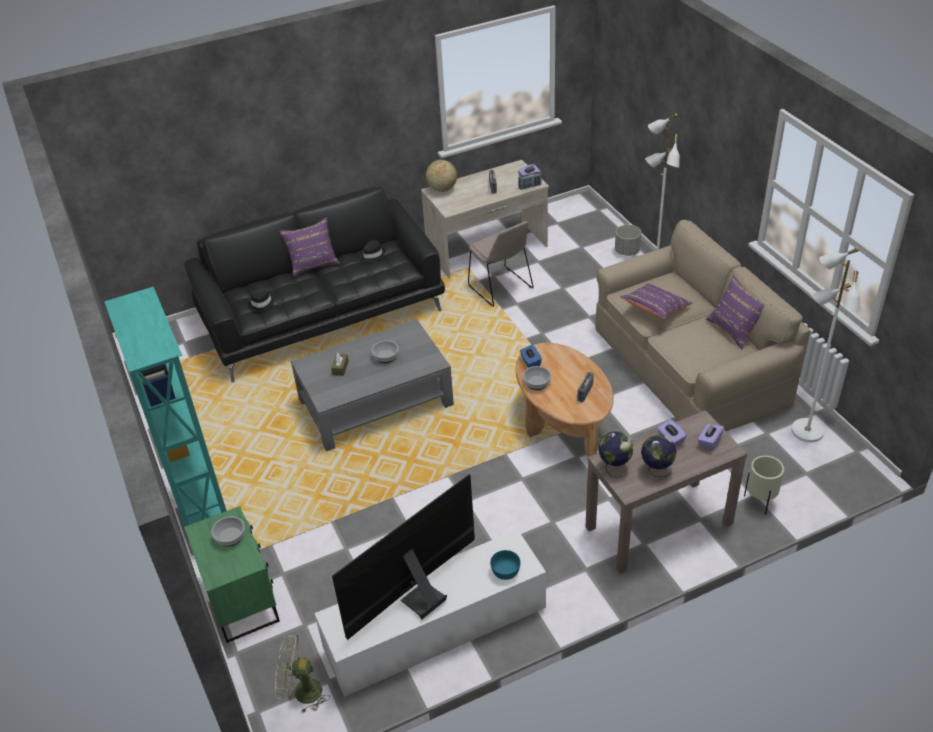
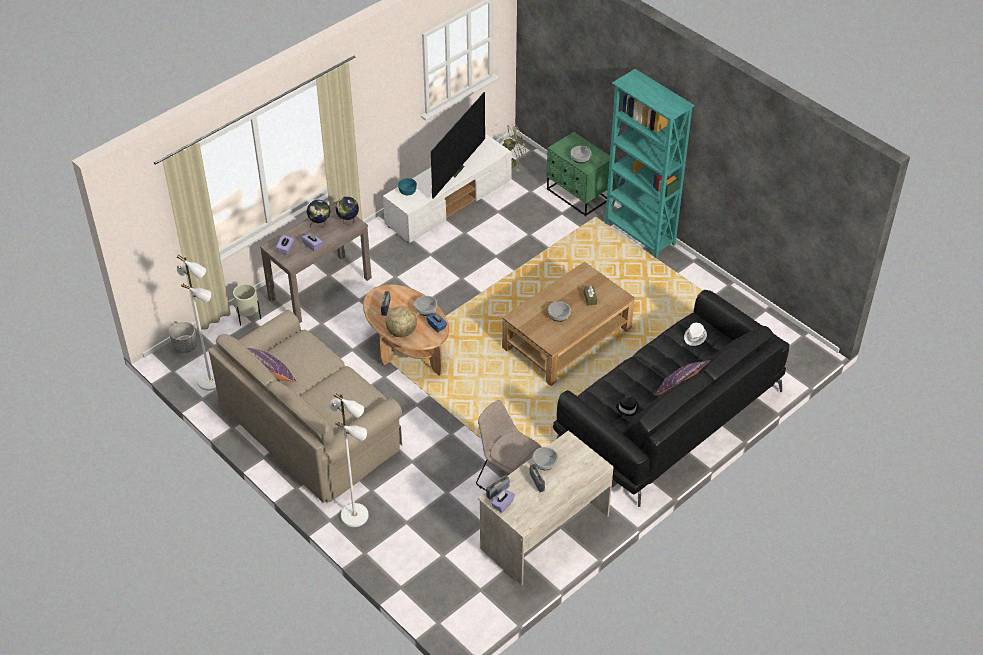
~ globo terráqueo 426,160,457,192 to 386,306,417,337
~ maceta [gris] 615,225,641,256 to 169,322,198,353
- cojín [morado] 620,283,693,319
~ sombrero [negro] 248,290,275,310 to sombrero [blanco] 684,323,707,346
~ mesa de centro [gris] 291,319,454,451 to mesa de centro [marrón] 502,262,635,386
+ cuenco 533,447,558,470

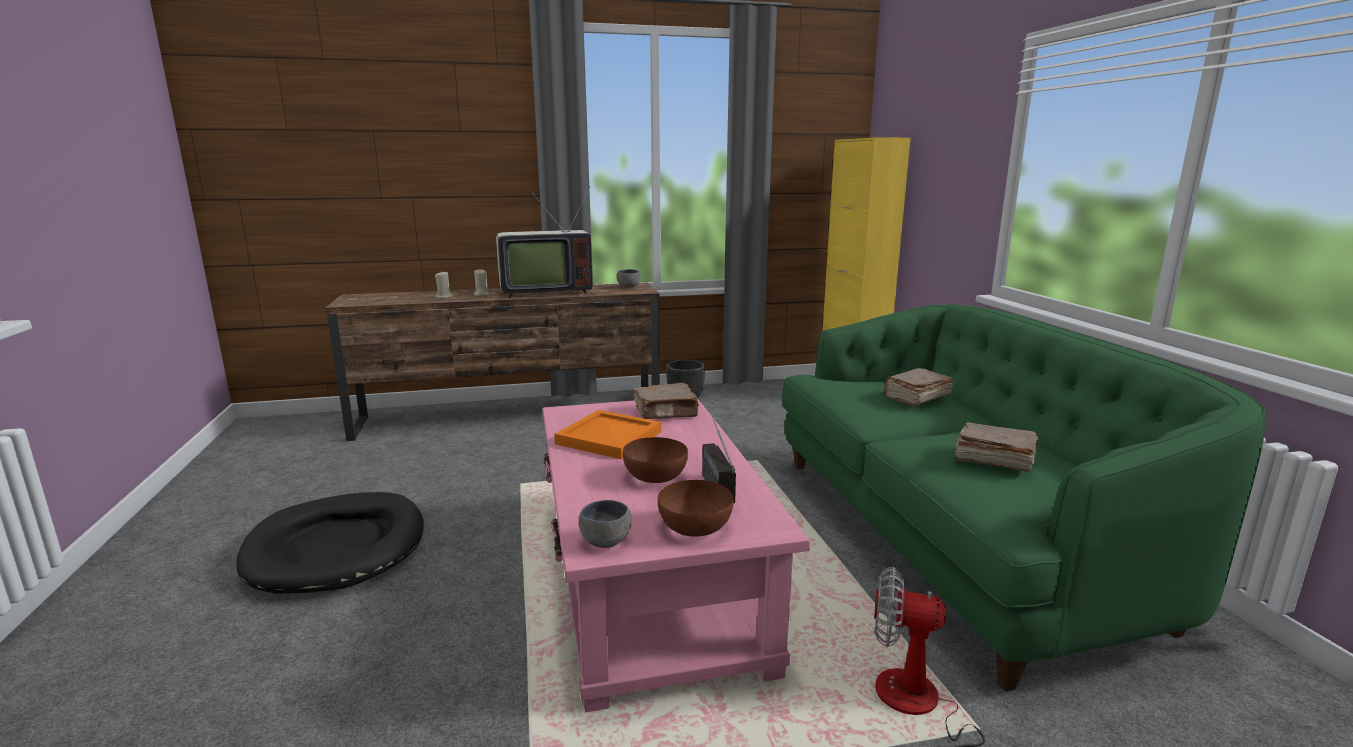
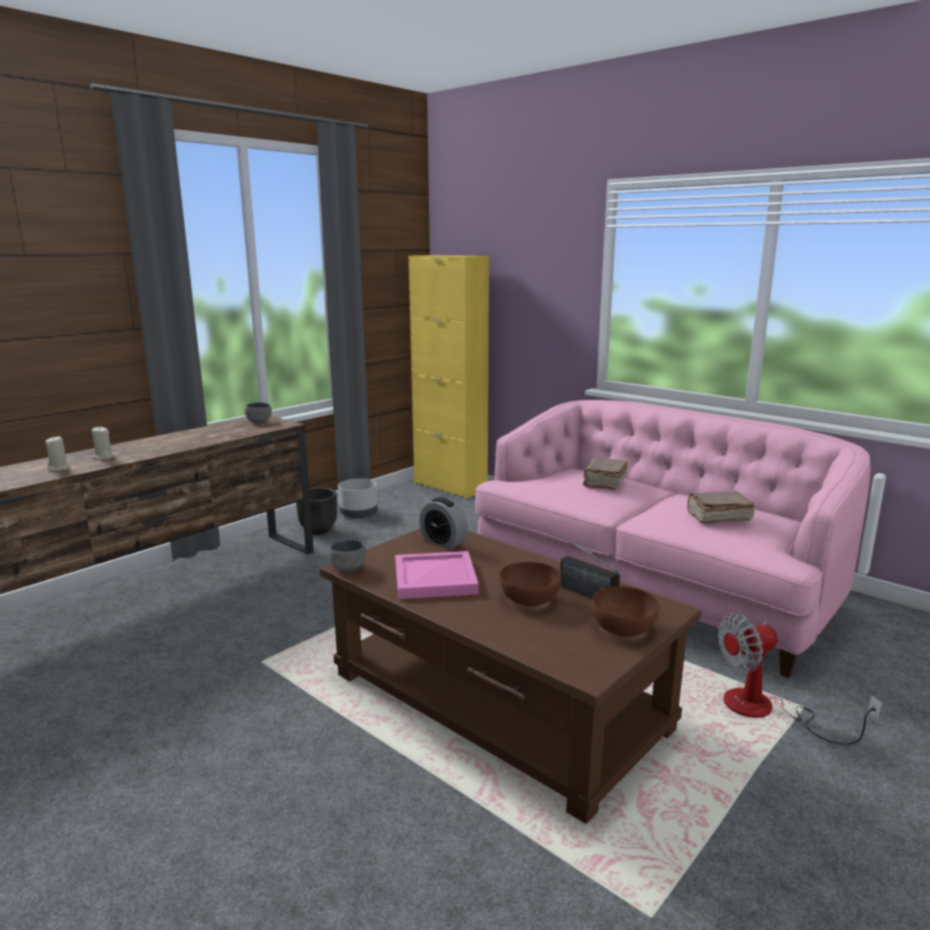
- televisor 496,187,593,298
~ sofá [verde] 782,304,1265,692 to sofá [rosa] 475,400,871,678
~ libro [marrón] 634,383,699,419 to despertador 419,497,468,549
~ mesa de centro [rosa] 543,398,810,712 to mesa de centro [marrón] 320,528,701,824
~ bandeja [naranja] 554,410,661,459 to bandeja [rosa] 395,551,479,599
- cama para perro [negro] 236,492,424,594
~ cuenco [gris] 579,500,632,548 to 329,540,366,572
+ maceta [gris] 338,479,378,518

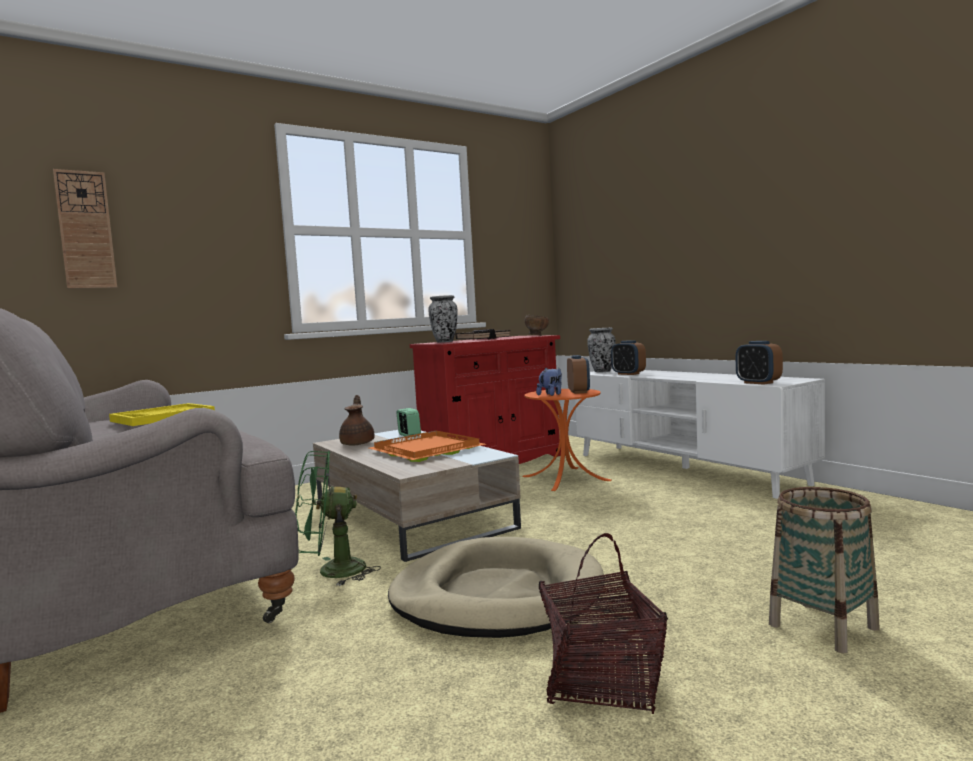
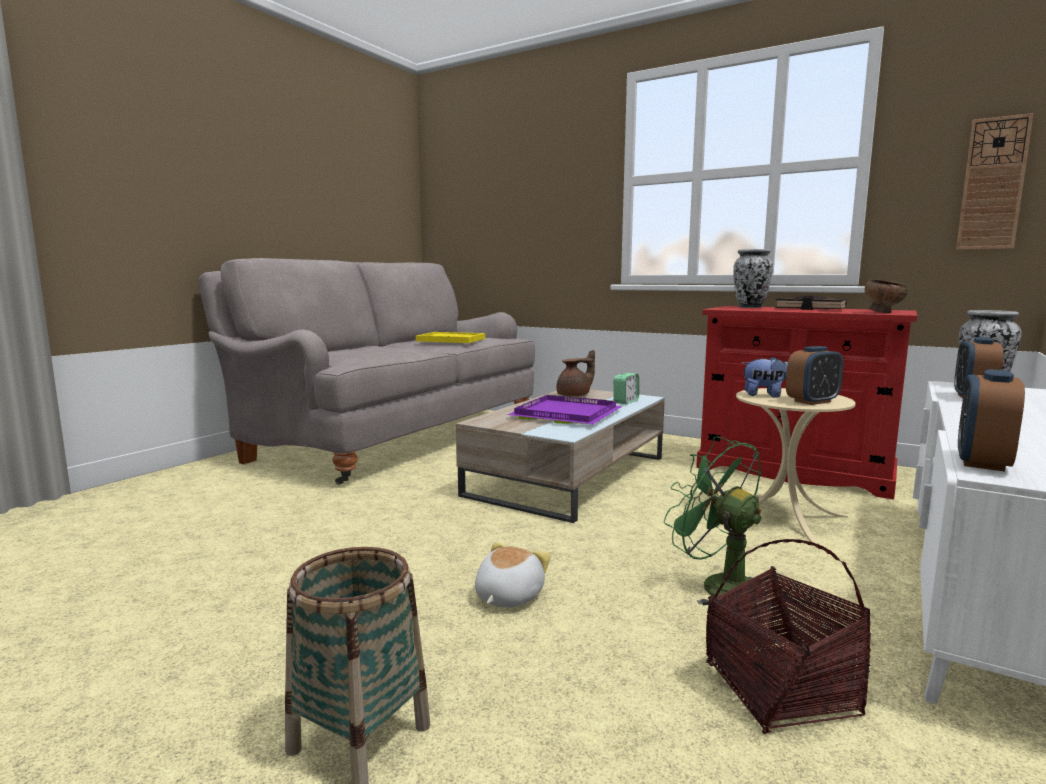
~ reloj de pared 53,169,117,288 to 956,113,1033,250
~ mesa auxiliar [naranja] 522,389,612,491 to mesa auxiliar [beis] 736,388,856,545
~ bandeja [naranja] 369,431,486,462 to bandeja [morado] 507,395,622,424
~ ventilador [verde] 295,451,381,586 to 664,436,767,610
~ cesta 539,533,668,714 to 706,539,871,734
- cama para perro [beis] 388,537,605,638
+ peluche 475,542,551,607

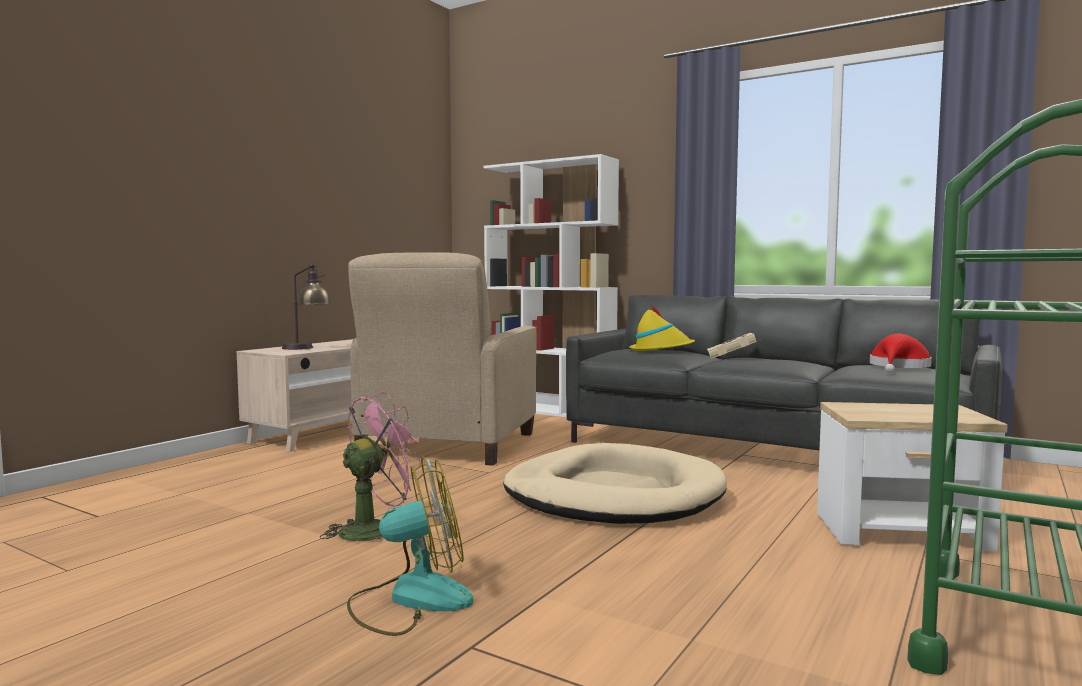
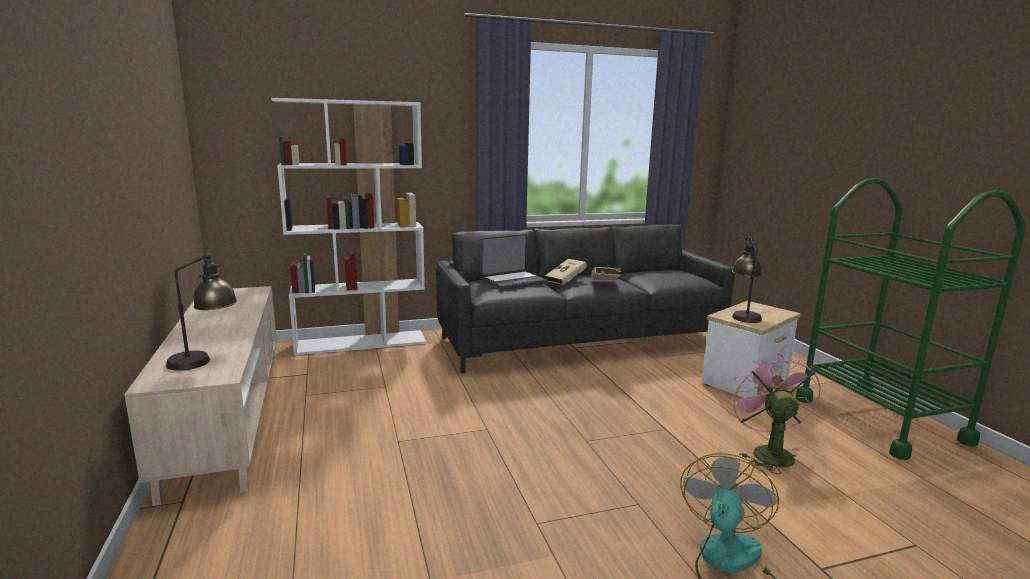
- sillón [beis] 348,252,537,465
~ sombrero [amarillo] 629,305,695,351 to portátil 481,234,547,290
- sombrero [rojo] 870,334,932,373
~ ventilador [rosa] 320,393,427,541 to 729,353,821,474
- cama para perro [beis] 503,443,727,524
+ lámpara de mesa 732,237,762,323
+ libro [beis] 591,267,621,281

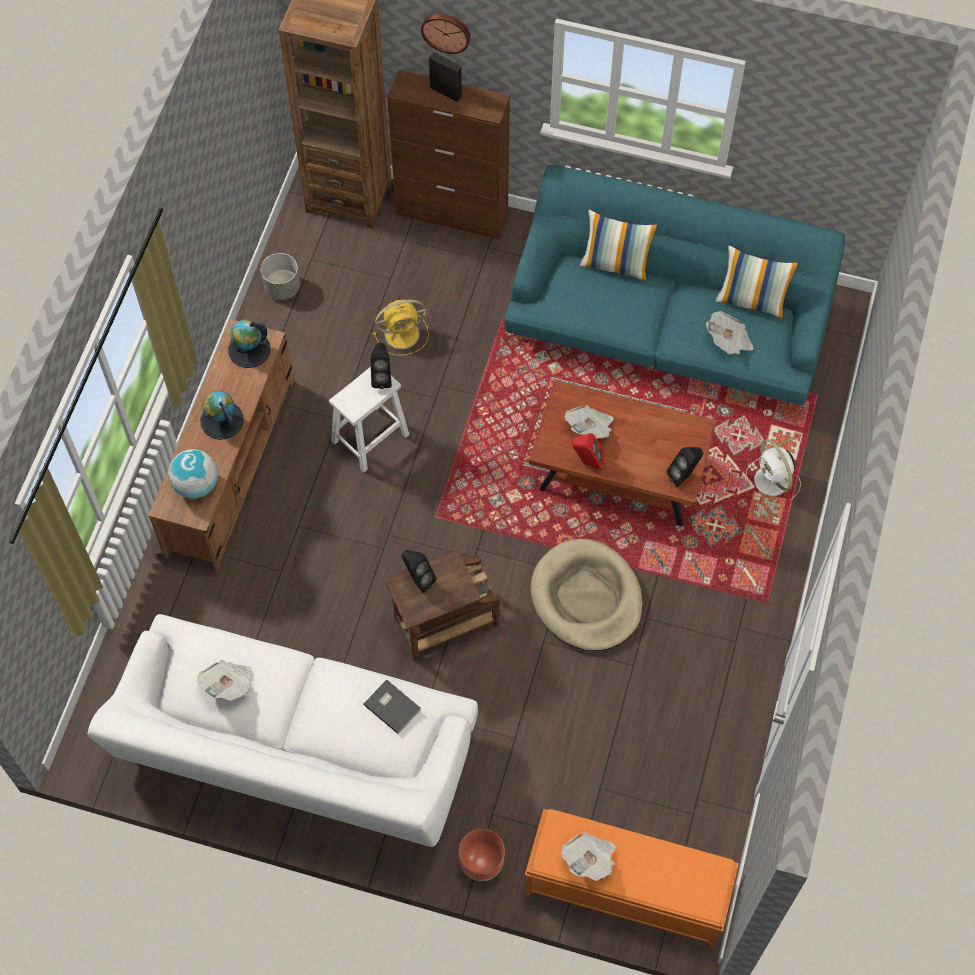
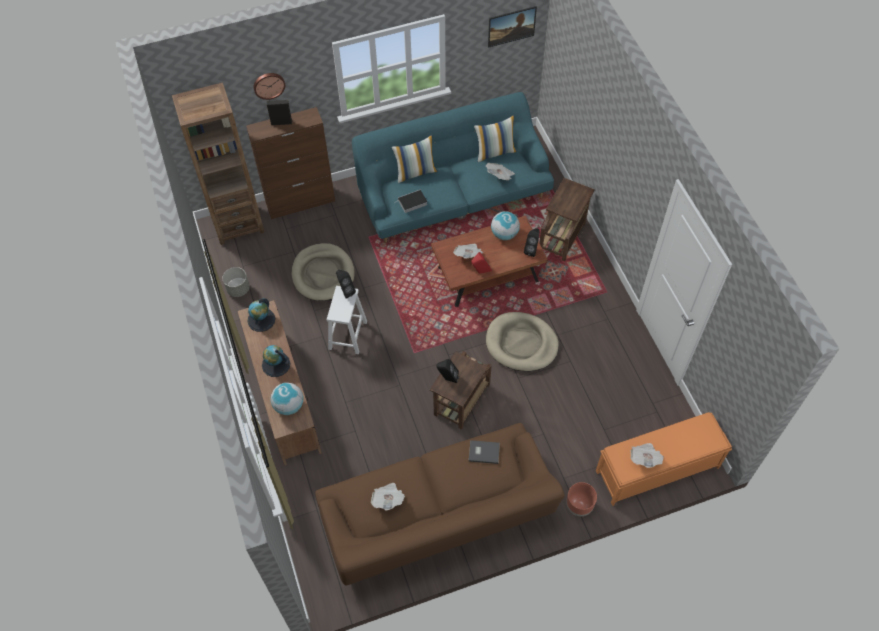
~ ventilador [amarillo] 373,299,429,356 to cama para perro [beis] 292,243,355,301
~ ventilador [blanco] 745,439,801,500 to mesa auxiliar [marrón] 539,178,595,261
~ sofá [blanco] 88,614,478,847 to sofá [marrón] 315,423,565,586
+ cuadro 488,6,537,48
+ libro 394,190,427,213
+ globo terráqueo 491,211,520,240

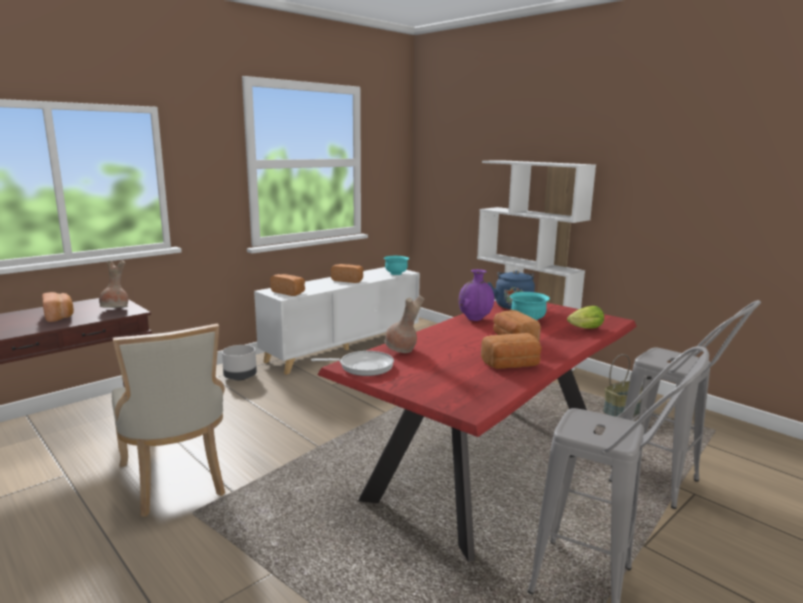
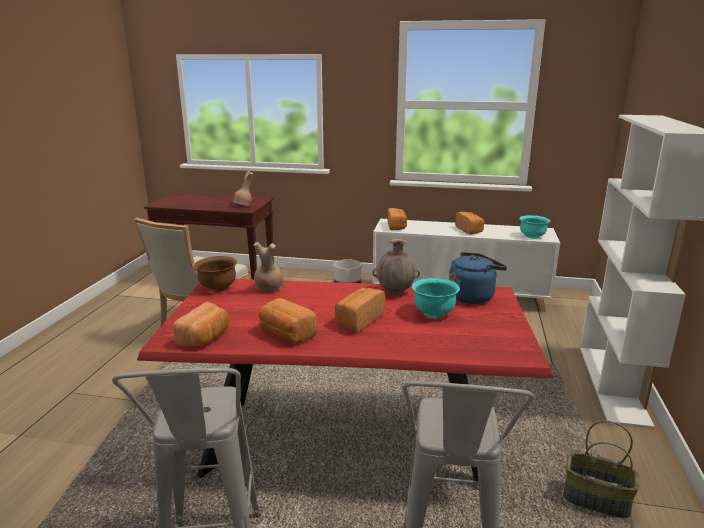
~ florero [morado] 459,269,494,321 to florero [marrón] 372,239,420,295
~ pan 42,292,74,322 to 173,302,229,347
- lechuga 567,306,604,329
~ sartén 311,351,394,376 to cuenco [marrón] 194,256,237,292

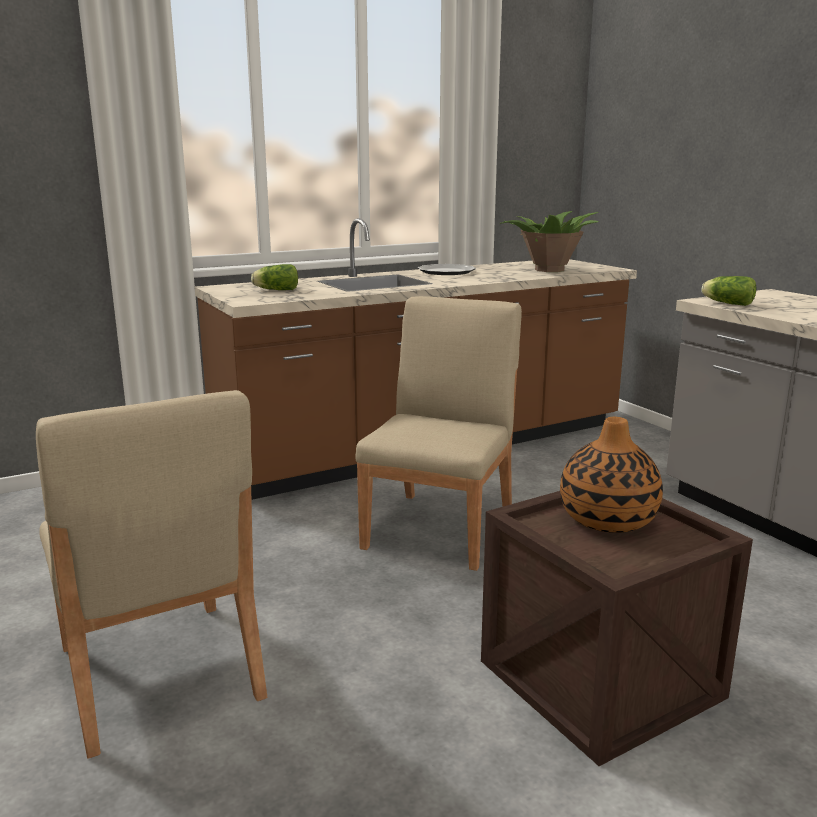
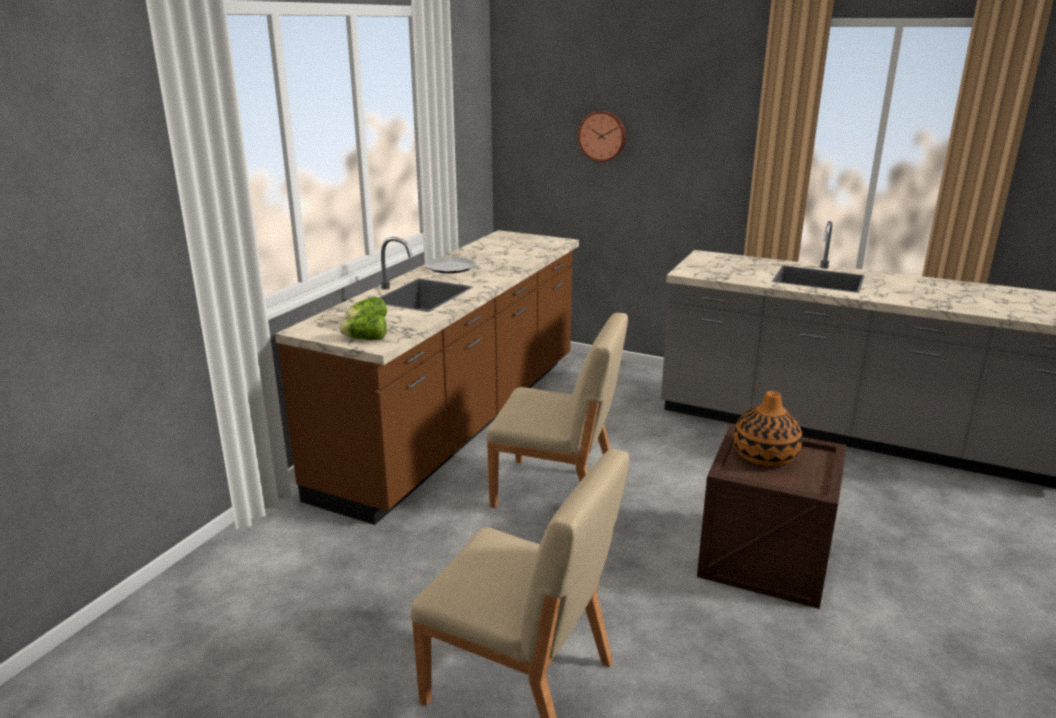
- planta en maceta 499,211,599,272
~ lechuga 701,276,756,306 to 339,314,387,340
~ silla [beis] 355,296,522,571 = 486,313,628,508 120 degrees clockwise
+ reloj de pared 578,111,626,162

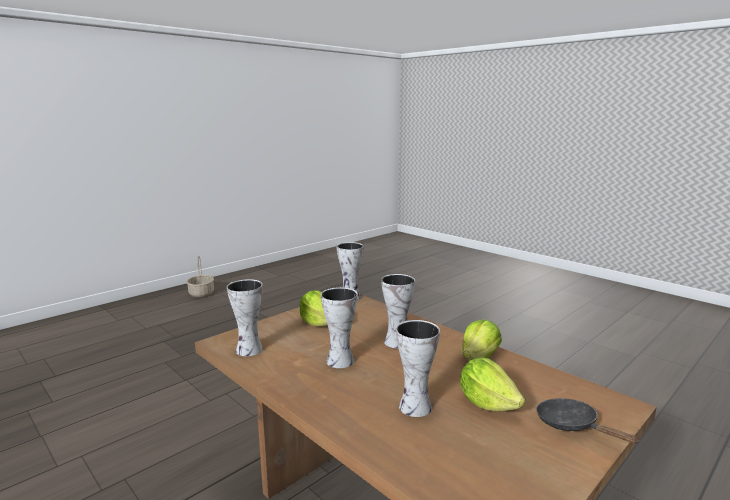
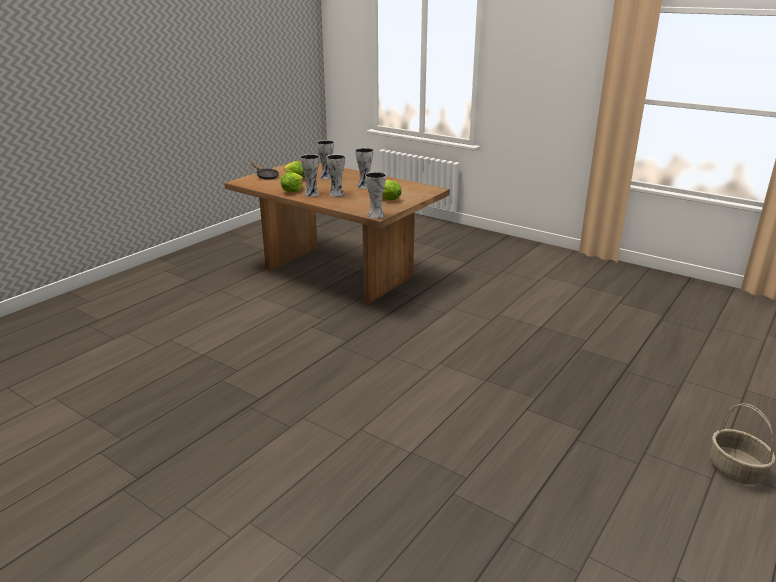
~ florero 227,279,263,356 to 300,154,319,197

